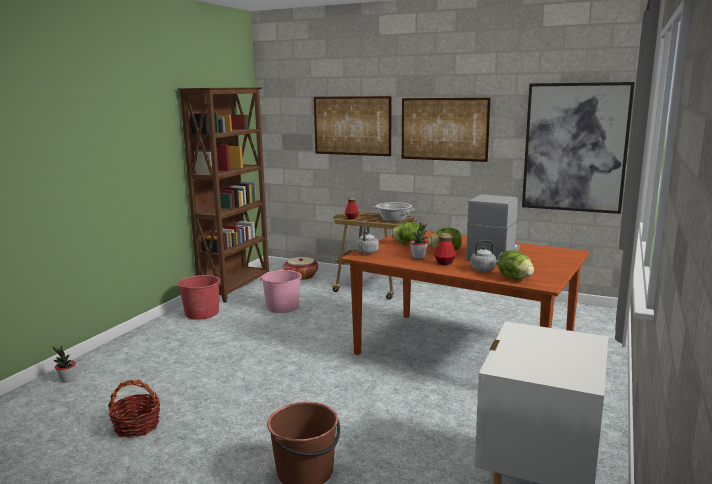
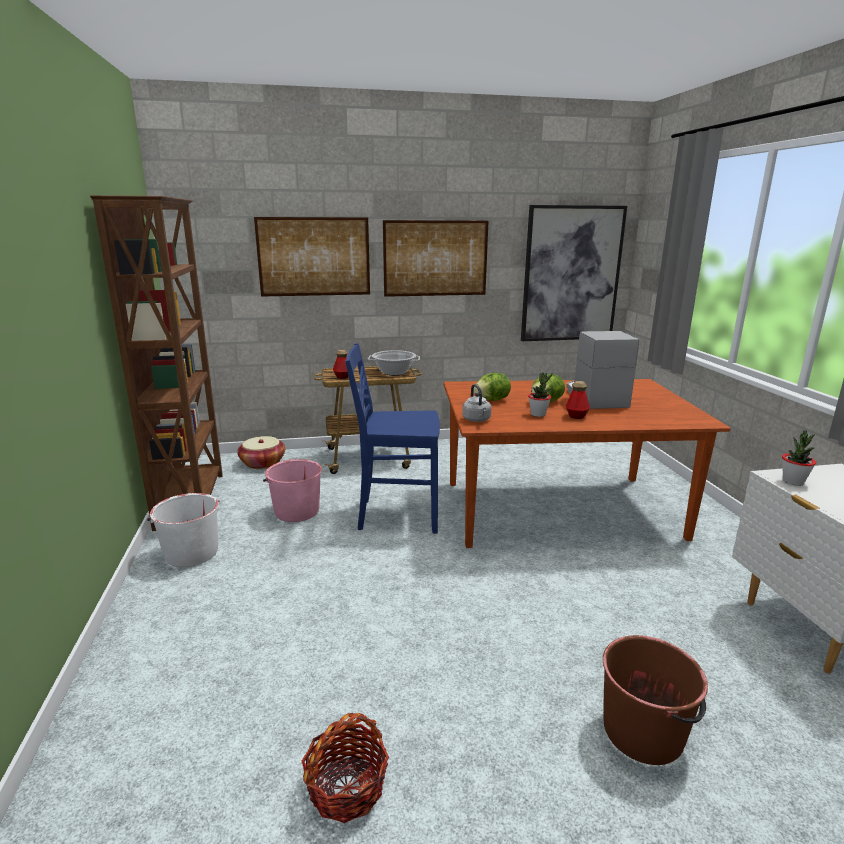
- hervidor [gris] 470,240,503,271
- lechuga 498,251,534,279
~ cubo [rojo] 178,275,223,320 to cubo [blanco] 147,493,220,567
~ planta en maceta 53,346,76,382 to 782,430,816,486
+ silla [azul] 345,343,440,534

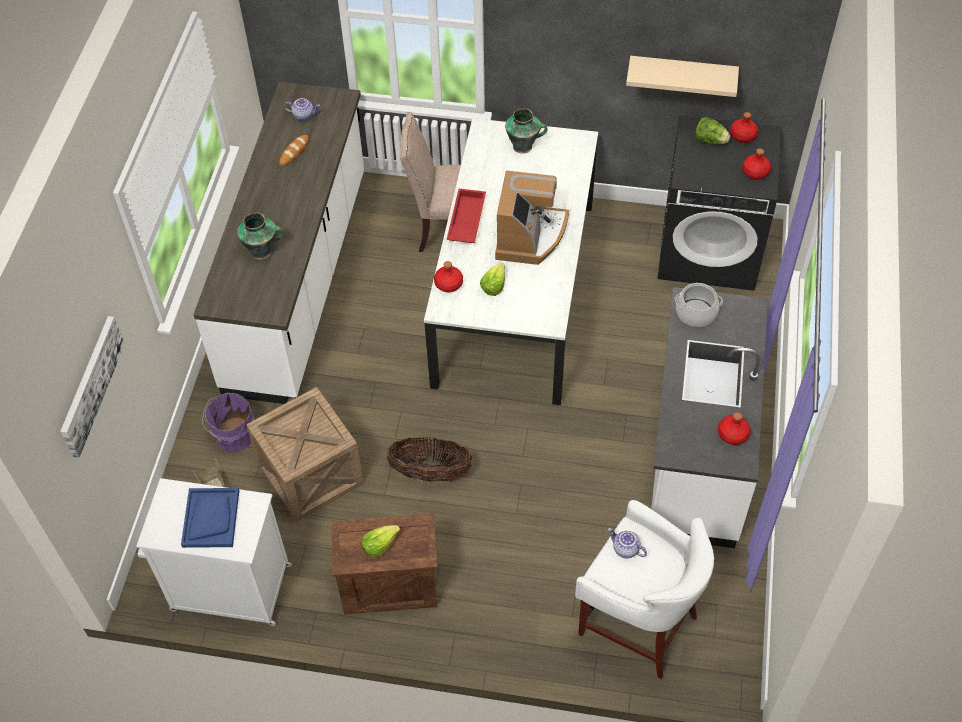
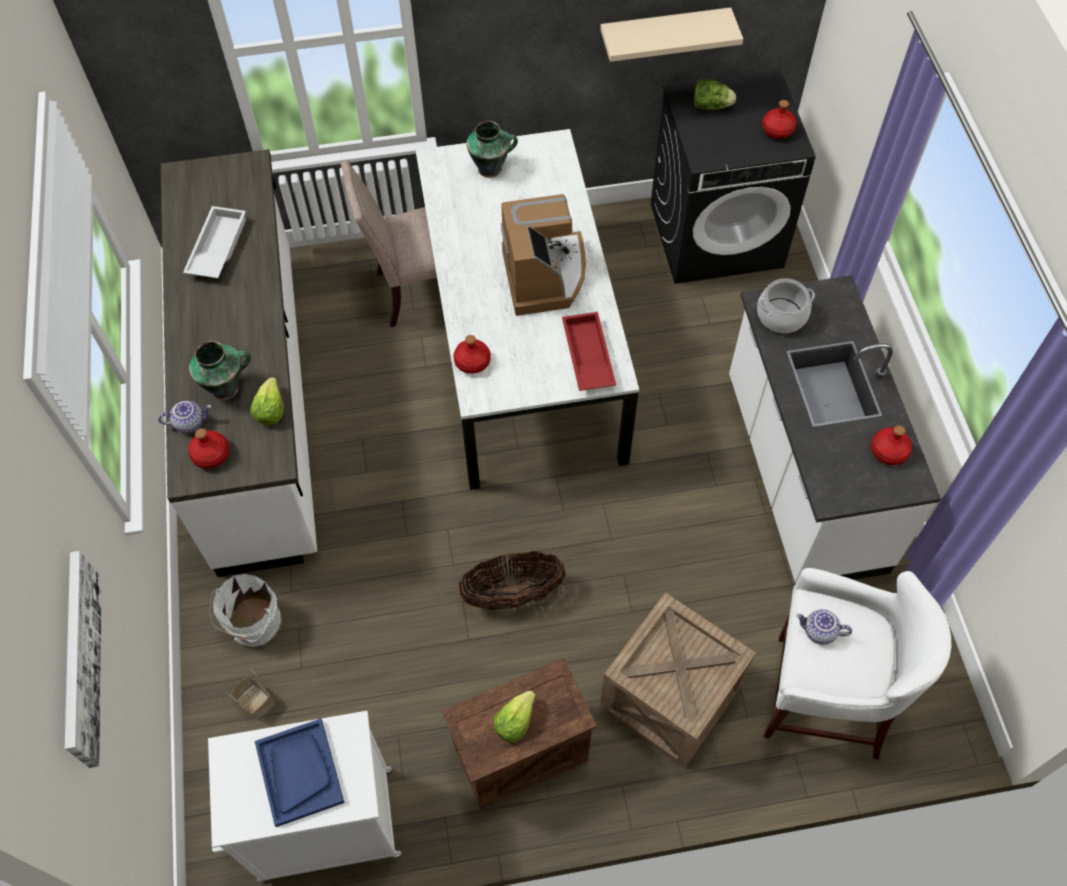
~ tetera 284,98,320,121 to 158,401,211,433
~ botella [rojo] 730,112,758,143 to 188,428,230,469
~ pan 279,135,309,166 to bandeja [blanco] 183,206,246,278
~ bandeja [rojo] 447,189,486,243 to 562,312,616,391
~ lechuga 480,263,505,296 to 250,377,283,425
~ caja de embalaje 246,387,364,522 to 600,593,756,768
~ cubo [morado] 202,393,254,453 to cubo [blanco] 210,574,281,647

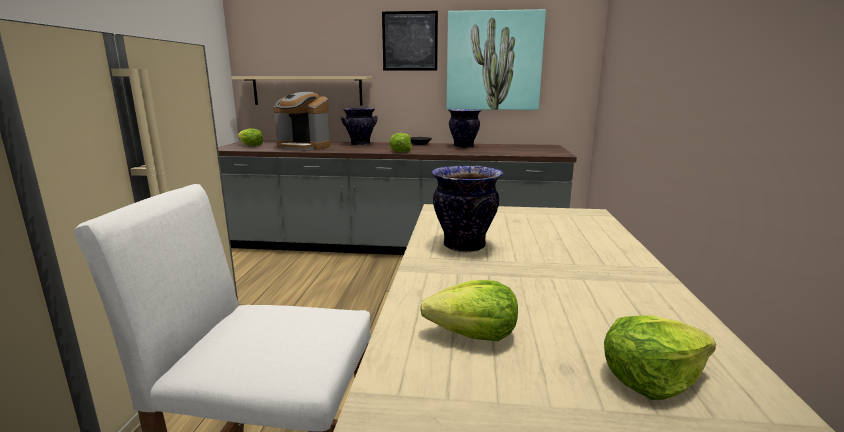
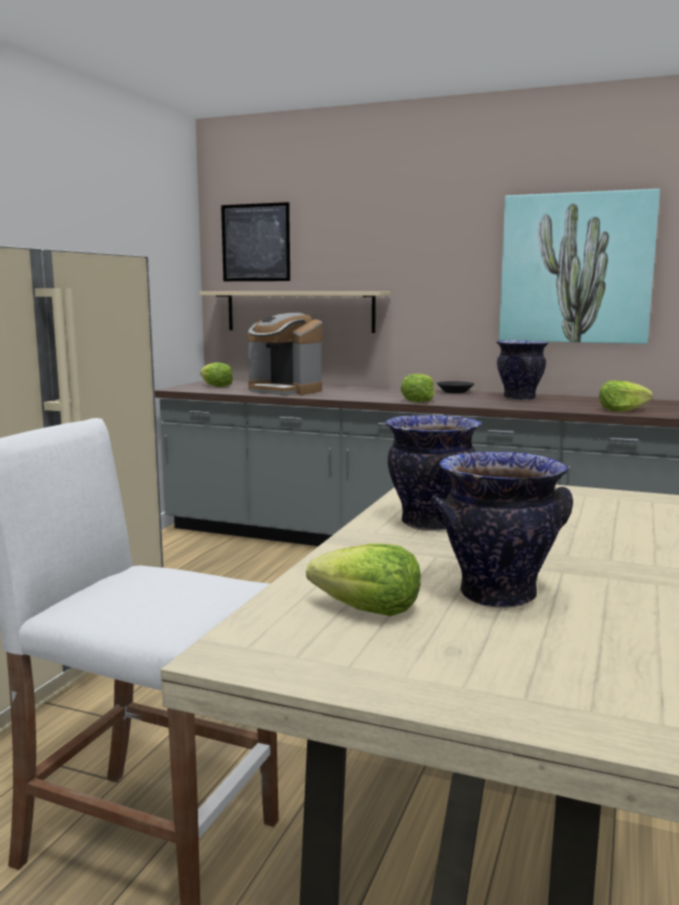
~ cuadro 382,11,438,71 to 221,202,290,281
~ florero 341,108,378,146 to 431,451,573,608
~ lechuga 604,315,716,400 to 599,380,653,411

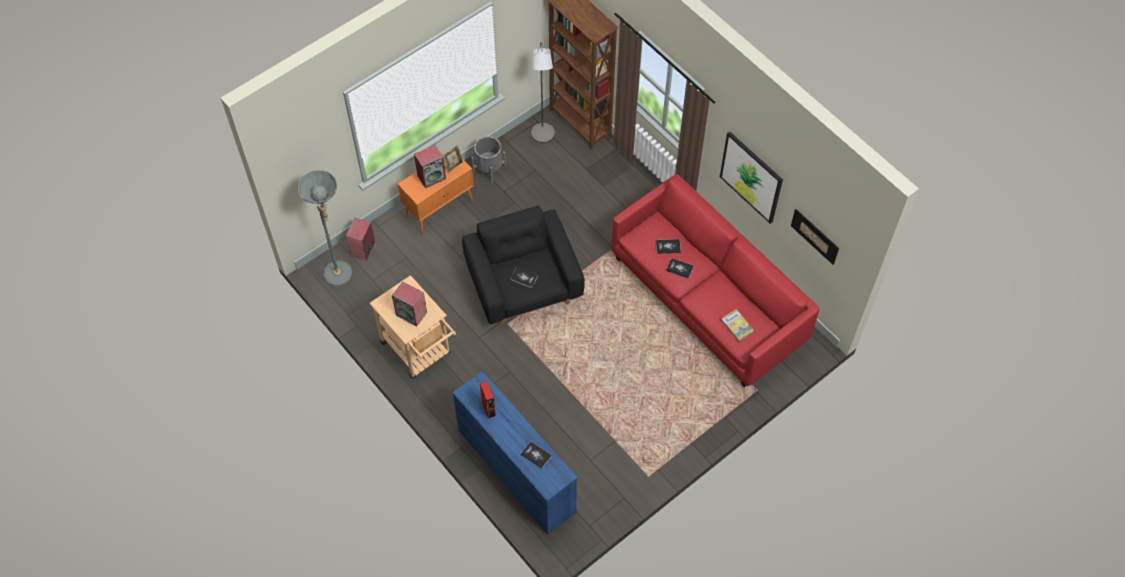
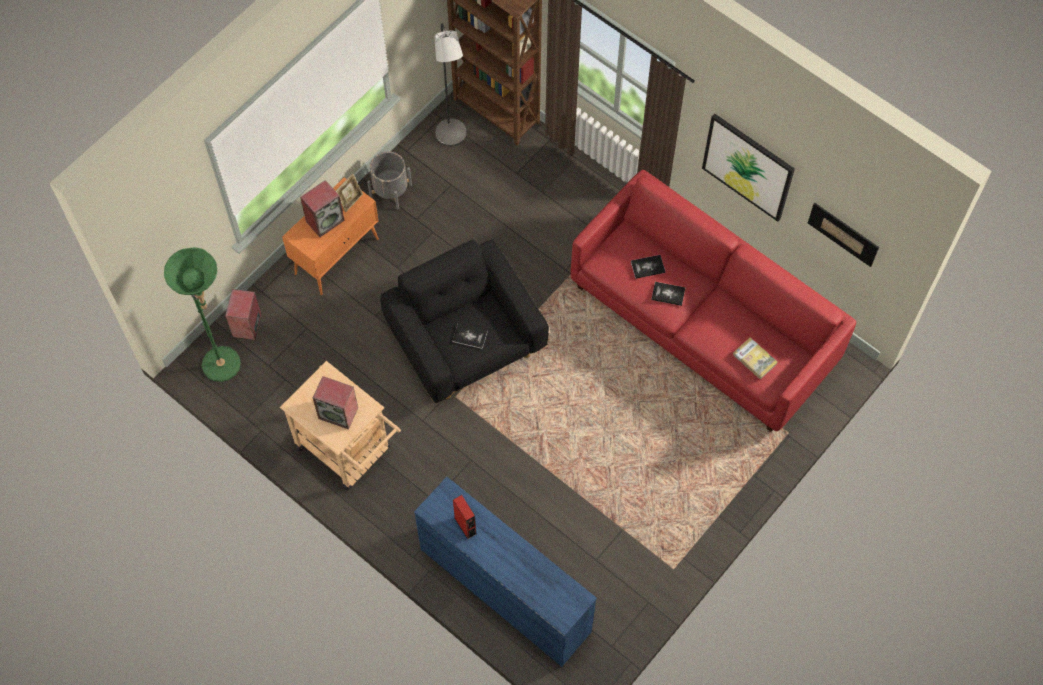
~ lámpara de pie [gris] 298,170,352,286 to lámpara de pie [verde] 164,247,241,382
- libro 520,441,552,469

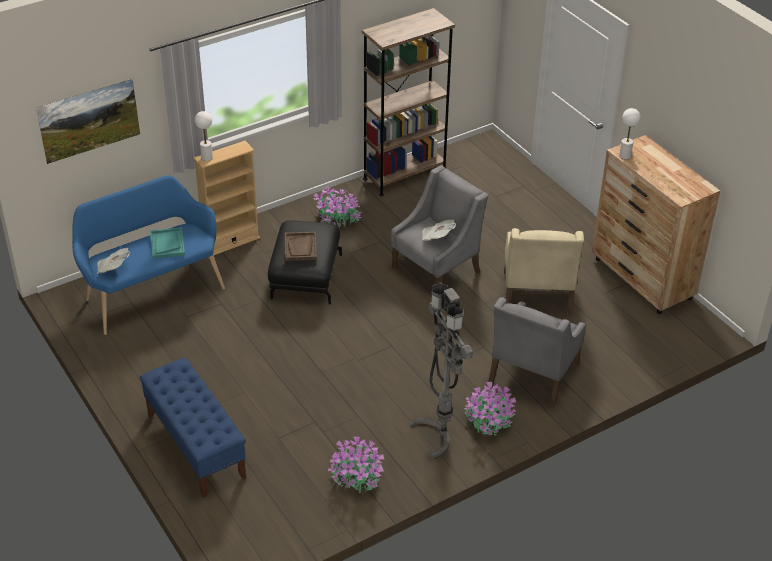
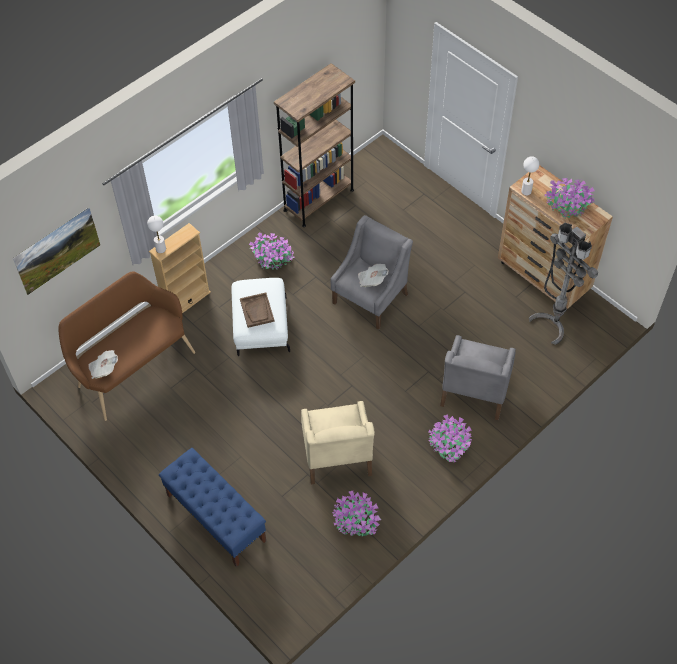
~ banco [azul] 72,175,225,335 to banco [marrón] 58,271,195,421
~ puf [negro] 268,221,342,305 to puf [blanco] 232,278,290,356
- bandeja [turquesa] 150,227,185,259
~ sillón [beis] 504,228,584,315 to 301,401,375,484
~ lámpara de pie [gris] 410,283,473,458 to 529,223,598,345
+ planta en maceta 545,178,595,219

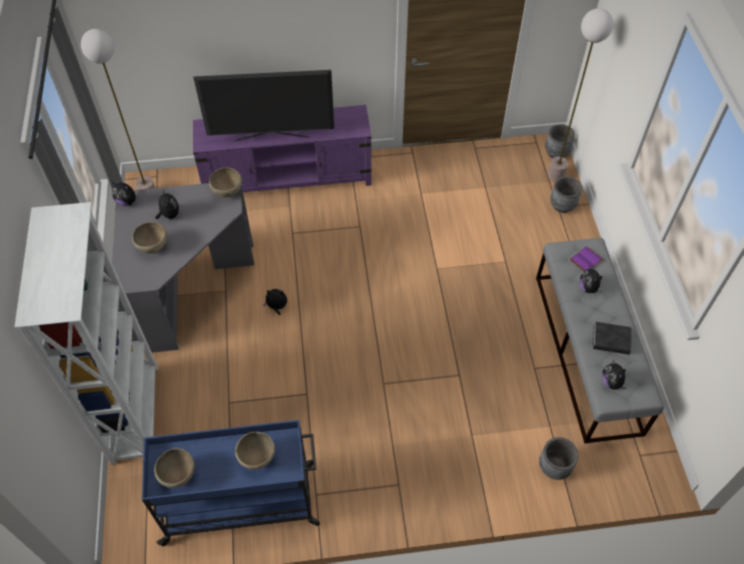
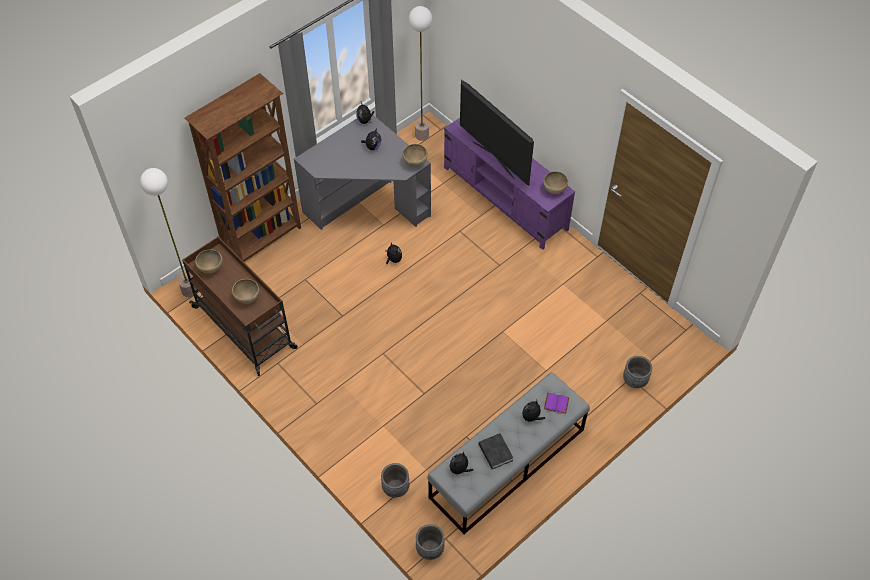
~ lámpara de pie 548,8,613,181 to 140,168,197,297
~ maceta [gris] 545,124,575,158 to 416,524,445,560
~ estantería [blanco] 15,202,158,465 to estantería [marrón] 185,73,301,262
~ cuenco [marrón] 132,222,167,253 to 543,171,568,194
~ carrito [azul] 142,420,320,546 to carrito [marrón] 182,237,298,376

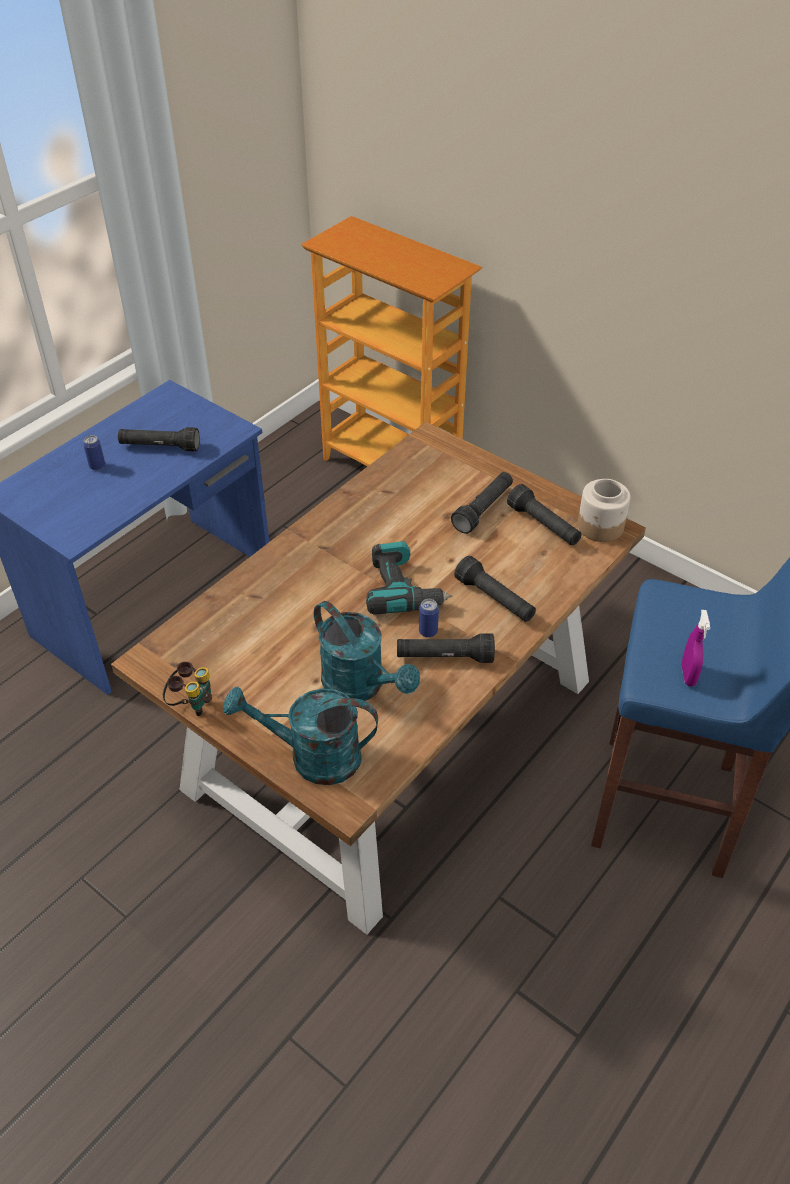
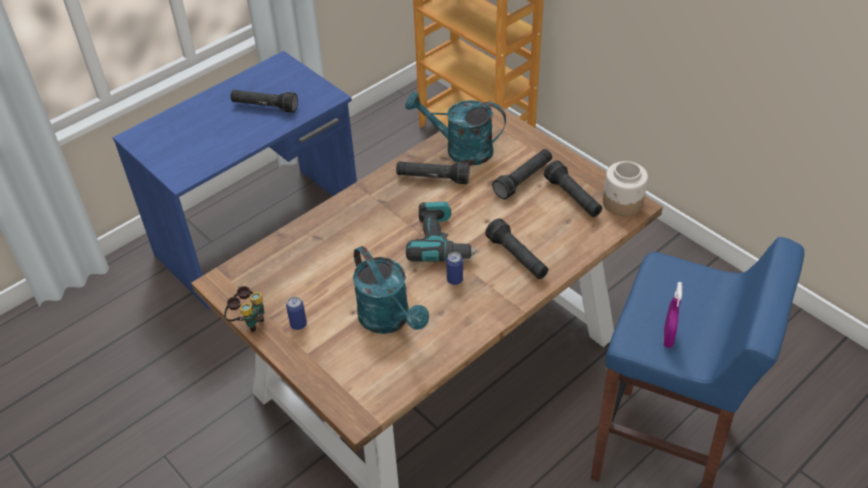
~ lata 83,435,105,470 to 286,296,307,330
~ linterna [negro] 397,633,495,663 to 396,161,470,184
~ regadera [turquesa] 223,686,378,785 to 405,92,506,166

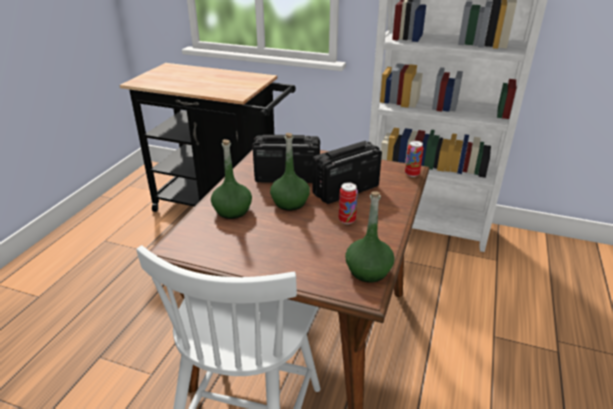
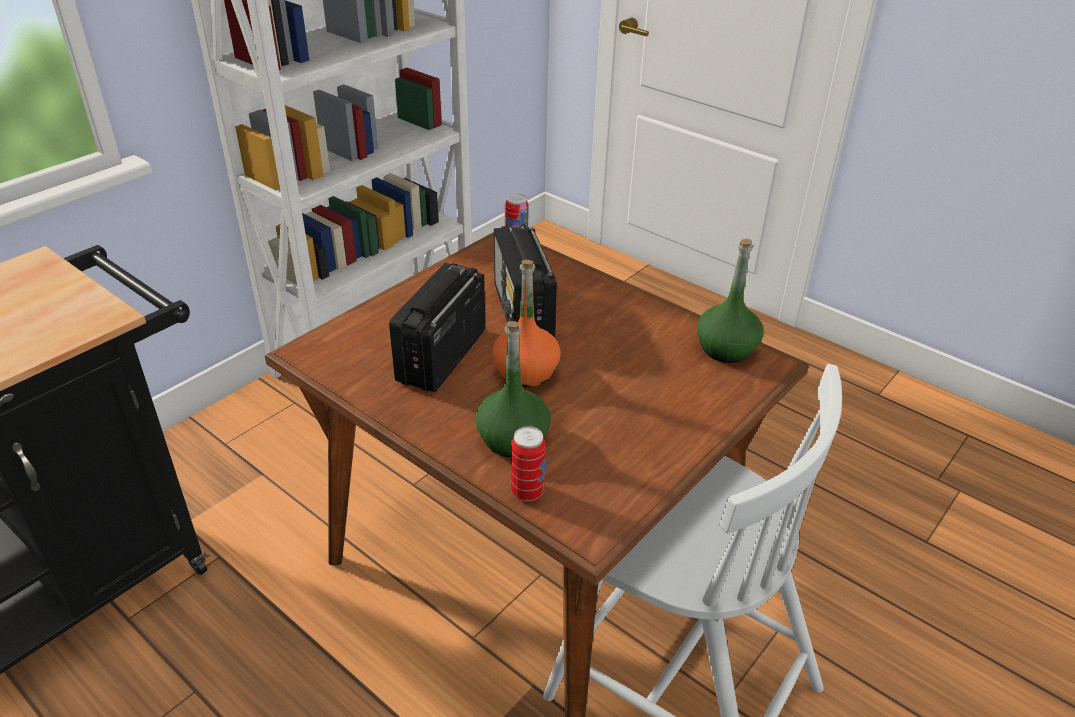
~ botella [verde] 270,133,310,211 to botella [naranja] 492,260,561,388
~ lata 339,182,358,224 to 511,426,546,501

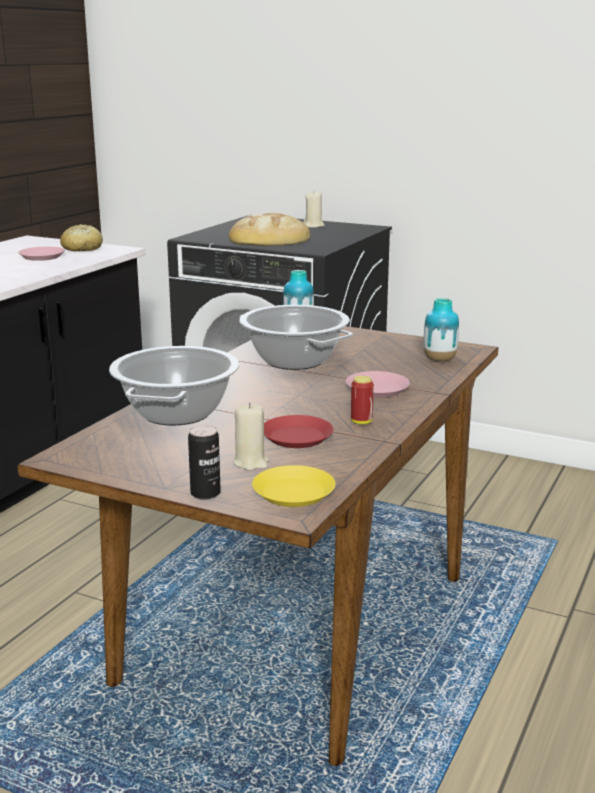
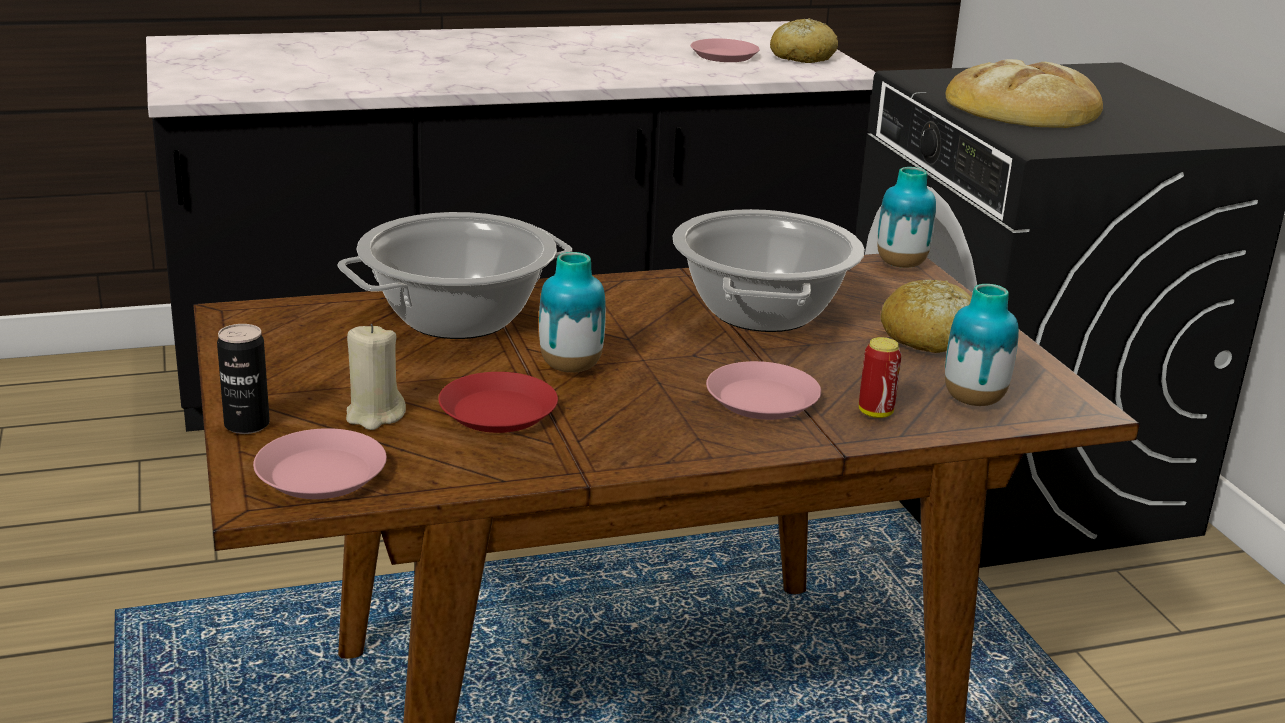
- vela [beis] 304,191,325,228
~ lata 351,376,374,425 to 859,337,902,418
~ plato [amarillo] 252,465,336,507 to plato [rosa] 253,428,387,499
+ florero 539,252,606,373
+ pan 880,280,972,353

